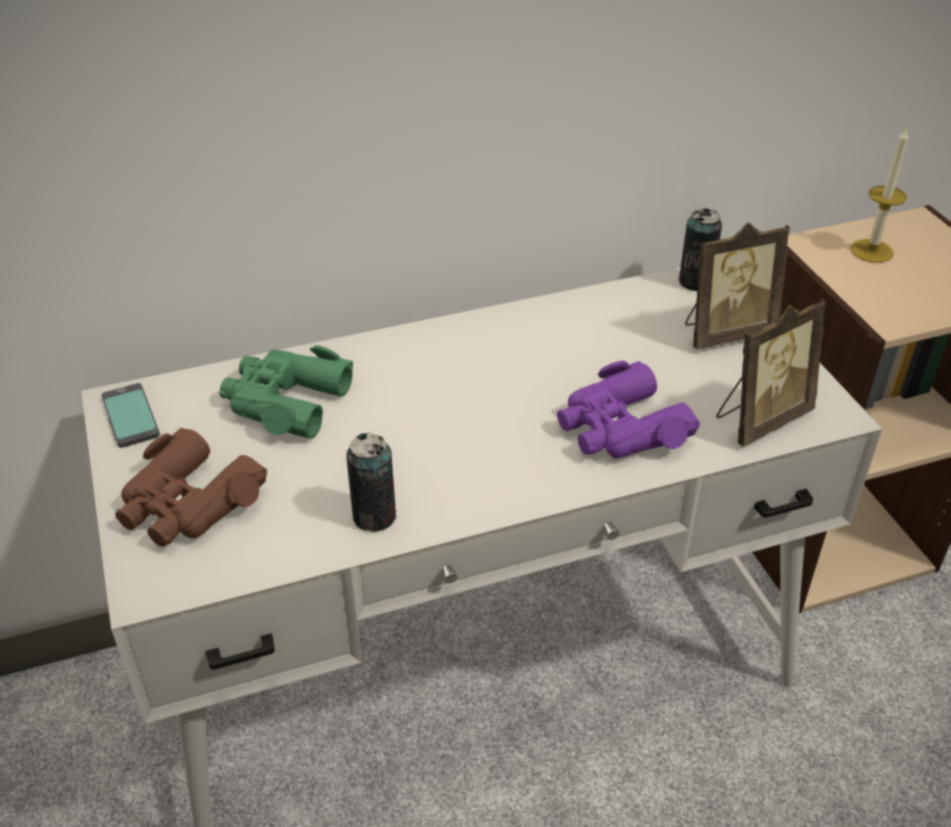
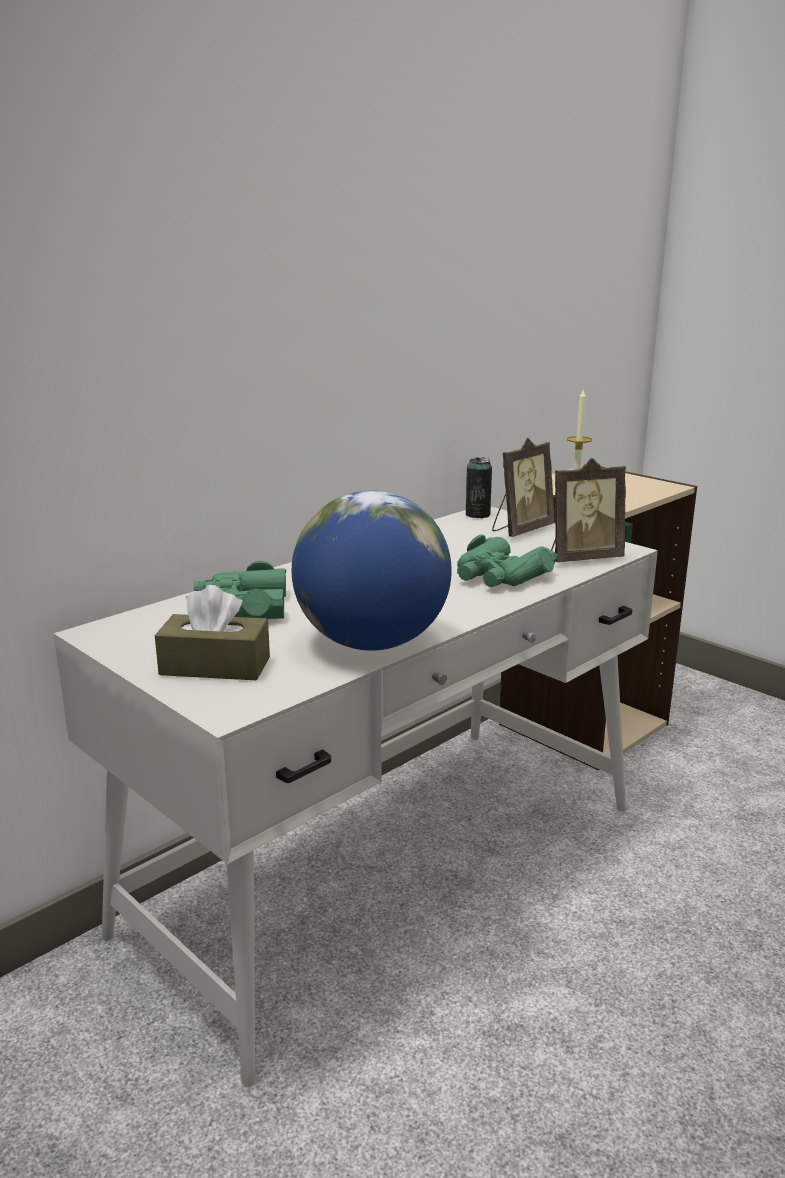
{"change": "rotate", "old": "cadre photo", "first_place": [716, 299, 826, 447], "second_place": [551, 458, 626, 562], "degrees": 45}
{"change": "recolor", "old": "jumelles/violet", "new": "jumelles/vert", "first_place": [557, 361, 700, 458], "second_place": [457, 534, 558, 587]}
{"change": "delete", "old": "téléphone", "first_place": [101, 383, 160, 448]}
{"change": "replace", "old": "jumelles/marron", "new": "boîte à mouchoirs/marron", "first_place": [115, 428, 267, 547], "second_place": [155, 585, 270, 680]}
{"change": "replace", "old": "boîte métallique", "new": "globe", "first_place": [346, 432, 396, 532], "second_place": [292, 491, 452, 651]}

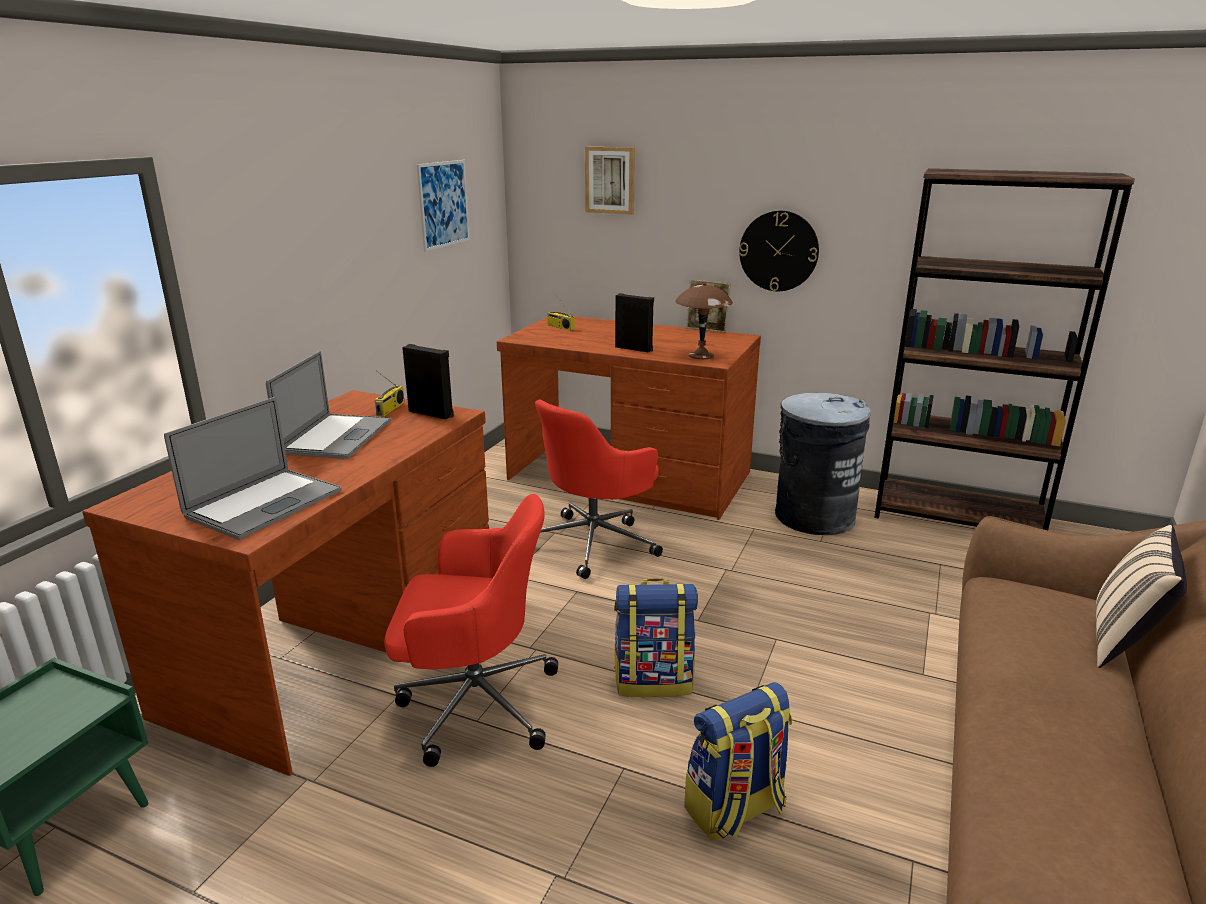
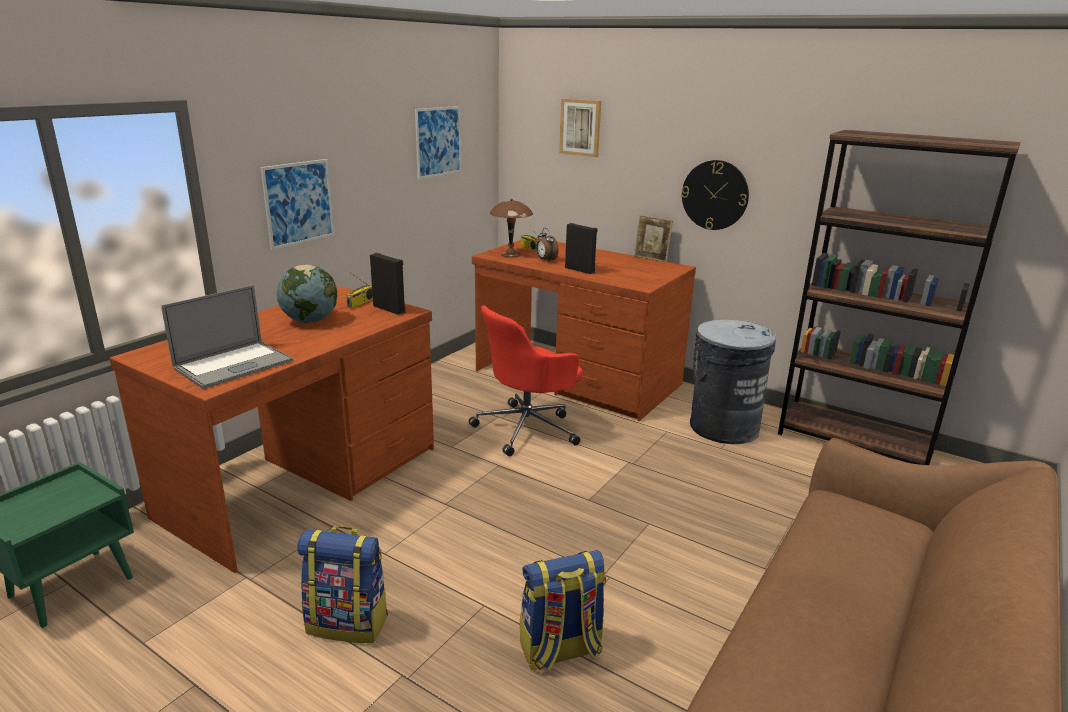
{"change": "move", "old": "lampe de table/marron", "first_place": [676, 283, 733, 359], "second_place": [489, 199, 533, 258]}
{"change": "replace", "old": "ordinateur portable", "new": "globe", "first_place": [266, 351, 391, 459], "second_place": [277, 264, 337, 323]}
{"change": "delete", "old": "chaise de bureau/rouge", "first_place": [384, 494, 558, 767]}
{"change": "delete", "old": "coussin/beige", "first_place": [1096, 525, 1187, 668]}
{"change": "move", "old": "sac à dos", "first_place": [614, 578, 698, 697], "second_place": [297, 526, 388, 643]}
{"change": "insert", "new": "tableau", "second_place": [261, 159, 334, 250]}
{"change": "insert", "new": "réveil", "second_place": [536, 228, 559, 262]}

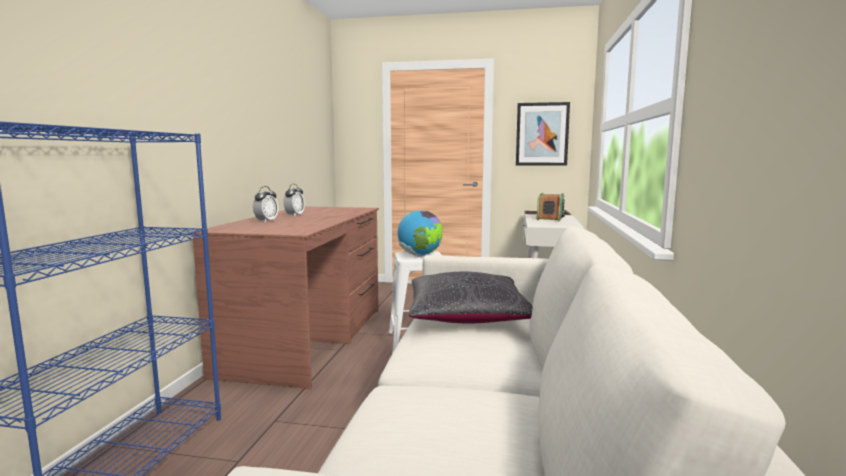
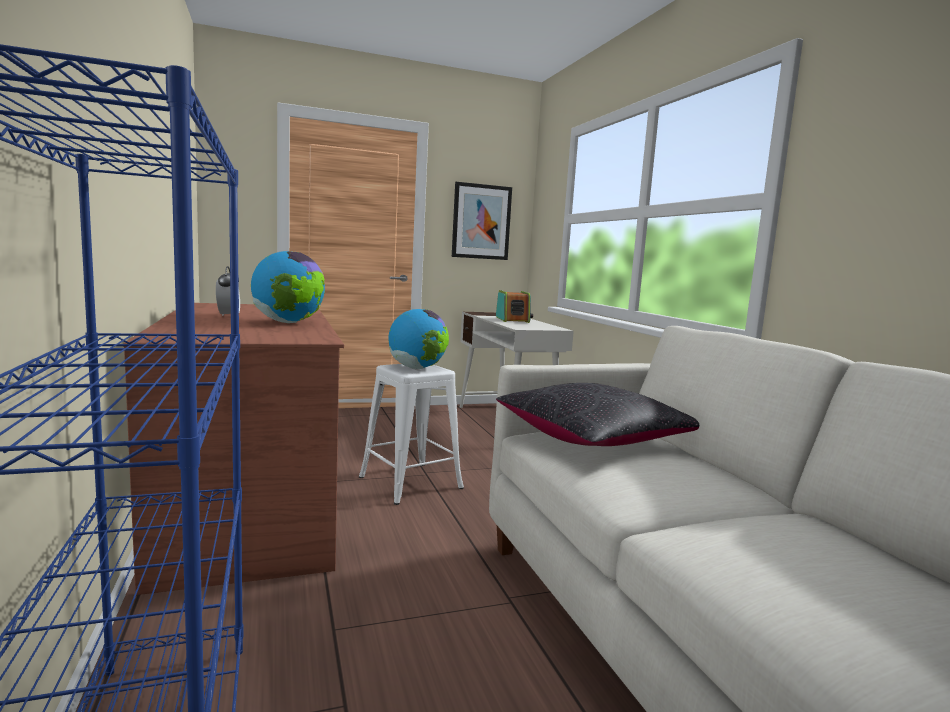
{"change": "delete", "old": "réveil", "first_place": [253, 186, 278, 223]}
{"change": "insert", "new": "globe", "second_place": [251, 251, 325, 323]}

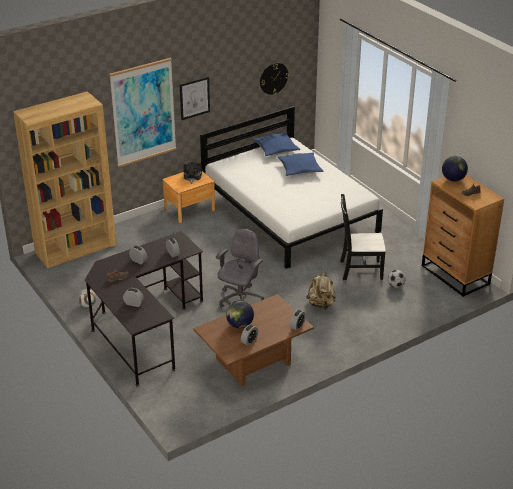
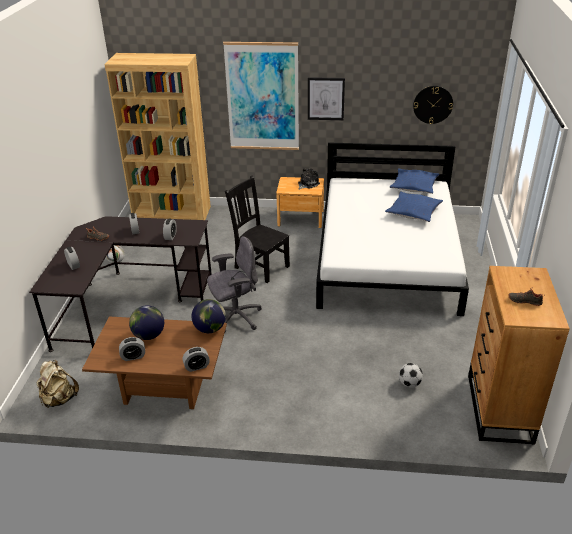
{"change": "move", "old": "globe", "first_place": [442, 156, 468, 181], "second_place": [192, 299, 226, 333]}
{"change": "move", "old": "chaise/noir", "first_place": [340, 193, 386, 280], "second_place": [225, 176, 290, 283]}
{"change": "move", "old": "sac à dos/beige", "first_place": [306, 272, 336, 310], "second_place": [37, 360, 79, 408]}

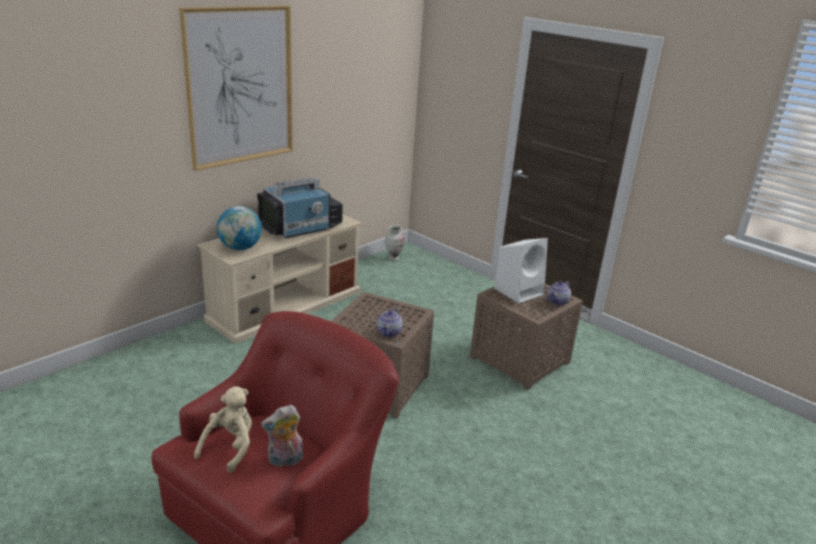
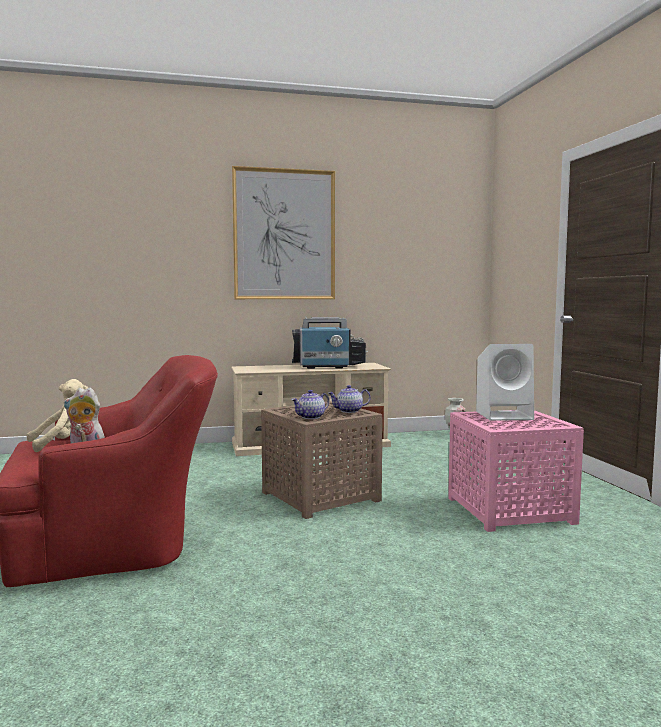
{"change": "delete", "old": "globe", "first_place": [217, 206, 262, 250]}
{"change": "move", "old": "théière", "first_place": [547, 281, 571, 306], "second_place": [328, 385, 371, 413]}
{"change": "recolor", "old": "table d'appoint/marron", "new": "table d'appoint/rose", "first_place": [470, 284, 583, 390], "second_place": [448, 410, 584, 532]}

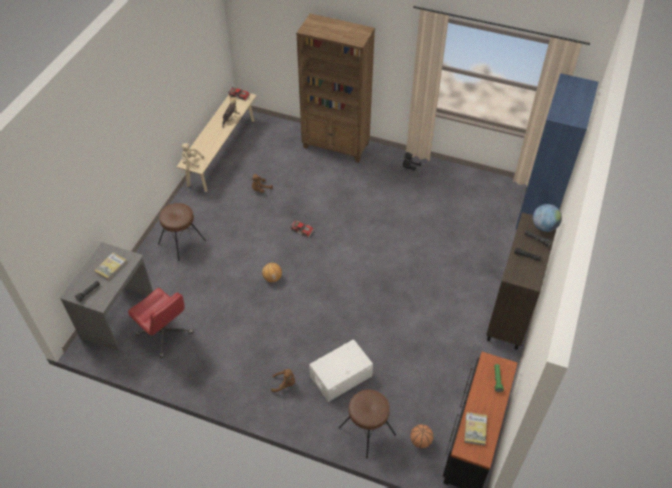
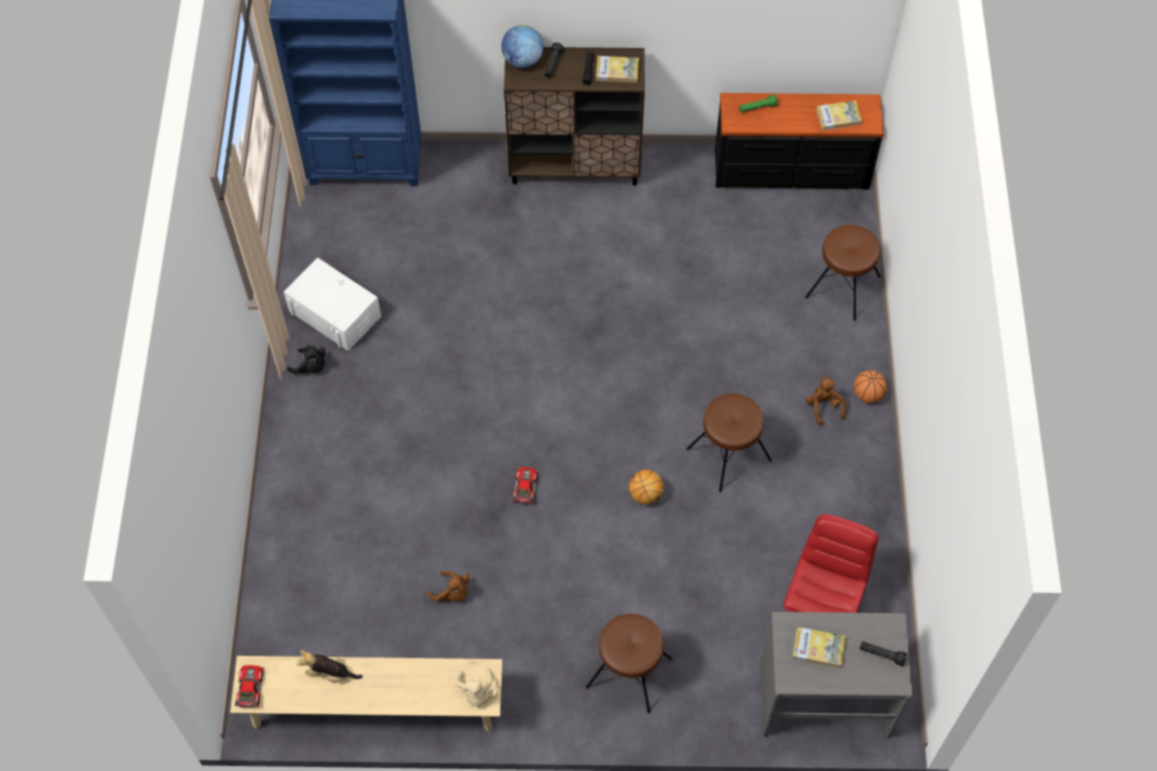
{"change": "delete", "old": "bibliothèque/marron", "first_place": [297, 14, 375, 163]}
{"change": "move", "old": "boîte de rangement/blanc", "first_place": [309, 339, 373, 402], "second_place": [284, 257, 381, 351]}
{"change": "move", "old": "ballon de basket", "first_place": [410, 425, 434, 448], "second_place": [854, 370, 887, 403]}
{"change": "insert", "new": "livre", "second_place": [596, 56, 639, 83]}
{"change": "insert", "new": "tabouret/marron", "second_place": [686, 393, 772, 492]}

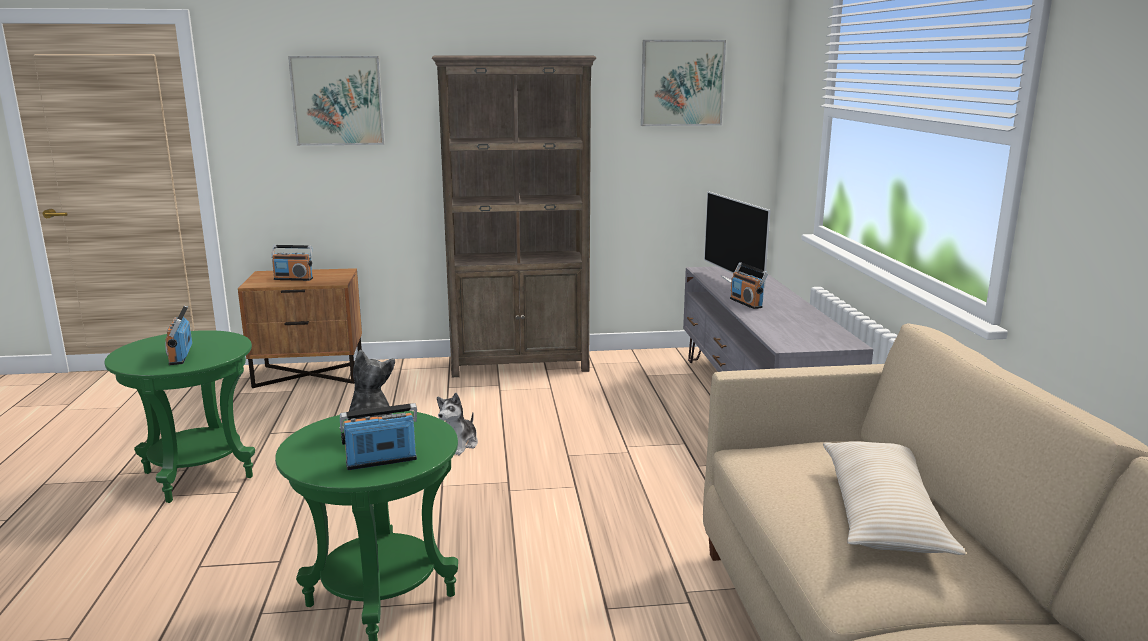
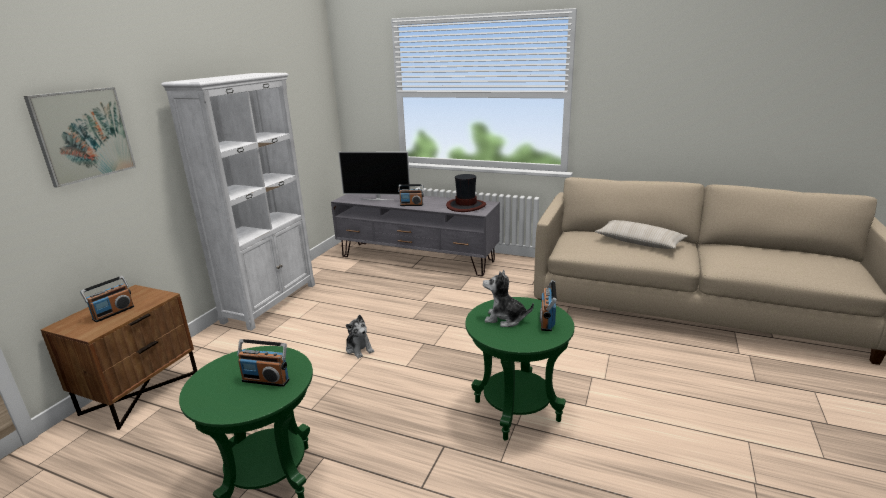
{"change": "delete", "old": "tableau", "first_place": [641, 40, 726, 126]}
{"change": "recolor", "old": "bibliothèque/marron", "new": "bibliothèque/blanc", "first_place": [432, 55, 596, 377], "second_place": [161, 73, 315, 331]}
{"change": "insert", "new": "chapeau", "second_place": [446, 174, 486, 212]}

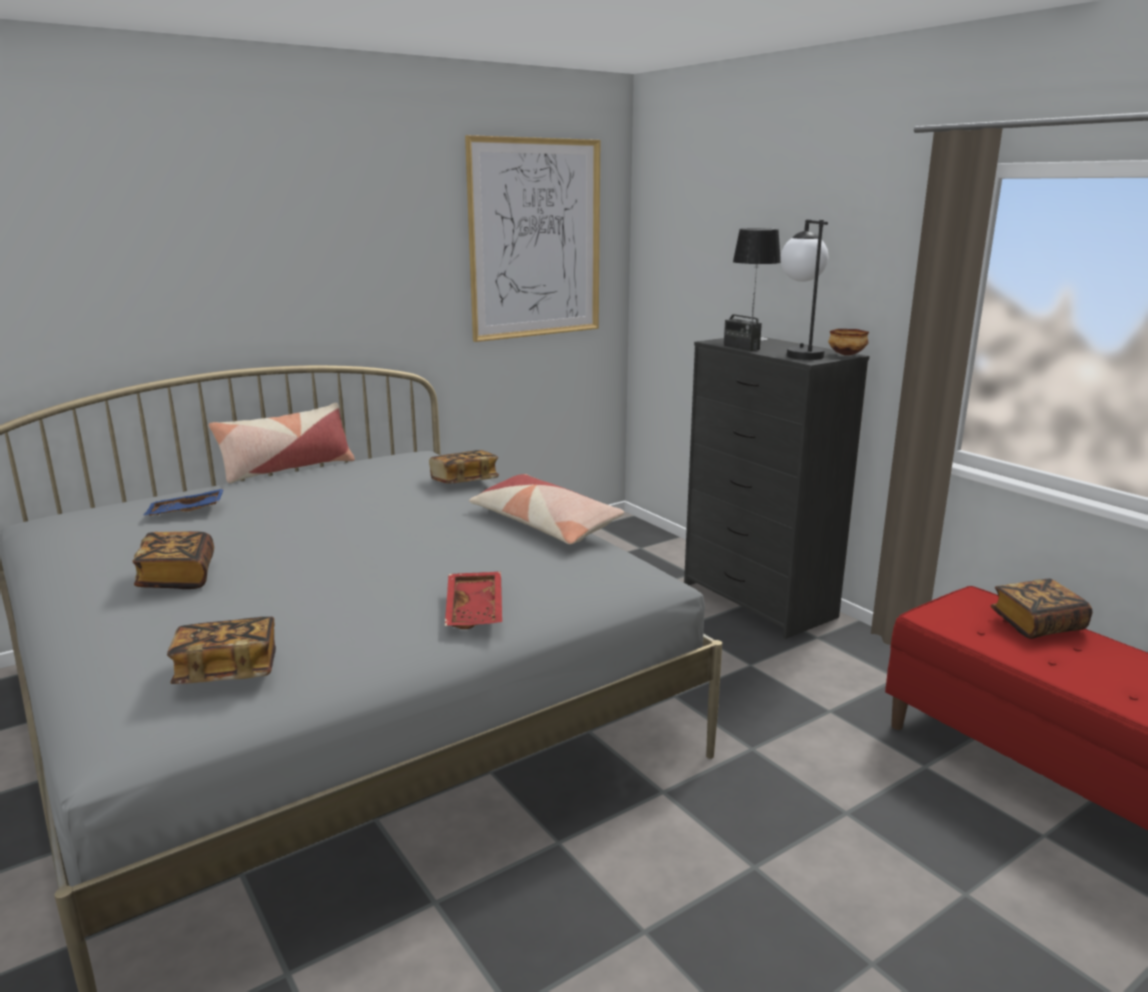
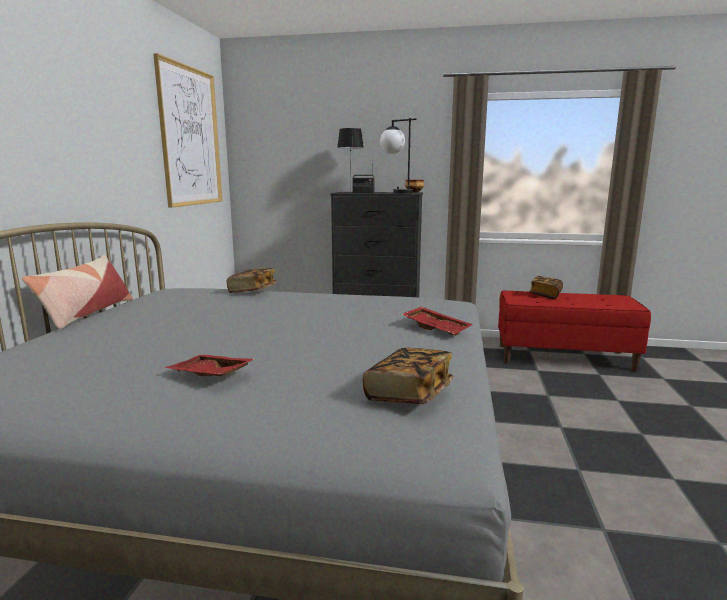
{"change": "delete", "old": "coussin", "first_place": [469, 474, 624, 544]}
{"change": "delete", "old": "plateau/bleu", "first_place": [144, 488, 224, 516]}
{"change": "replace", "old": "livre", "new": "plateau/rouge", "first_place": [132, 531, 214, 589], "second_place": [165, 355, 255, 376]}

